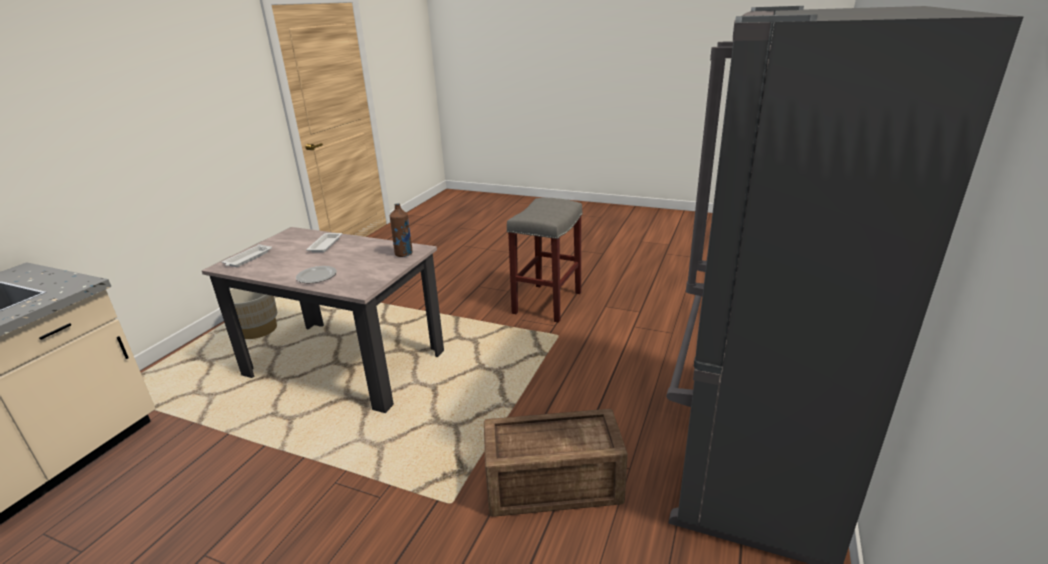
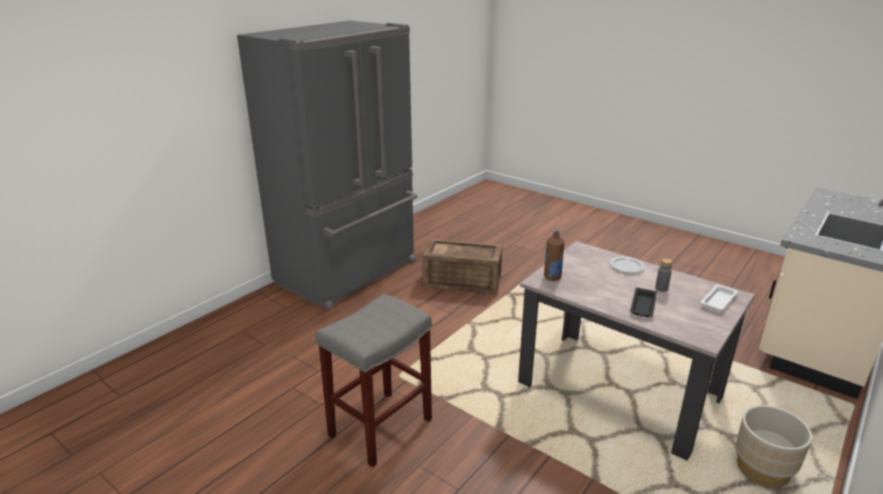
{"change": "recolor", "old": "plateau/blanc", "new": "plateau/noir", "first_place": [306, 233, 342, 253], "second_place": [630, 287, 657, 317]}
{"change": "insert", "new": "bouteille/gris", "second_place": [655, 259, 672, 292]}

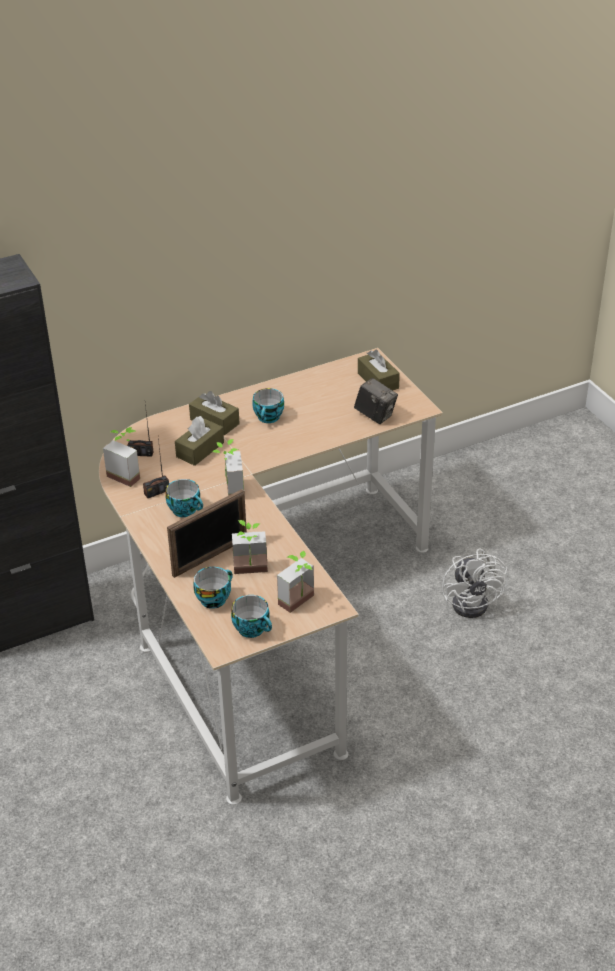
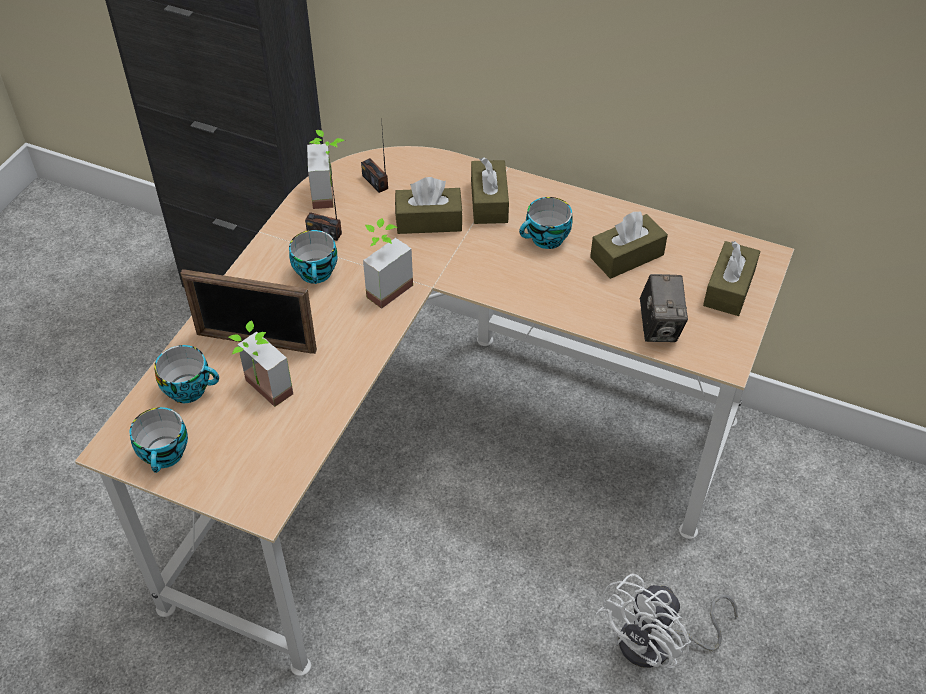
{"change": "delete", "old": "plante en pot", "first_place": [277, 551, 314, 613]}
{"change": "insert", "new": "boîte à mouchoirs/marron", "second_place": [590, 211, 668, 279]}

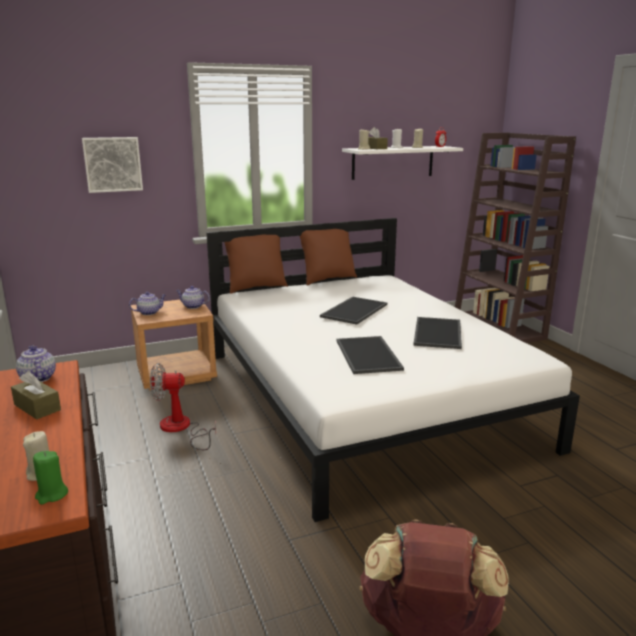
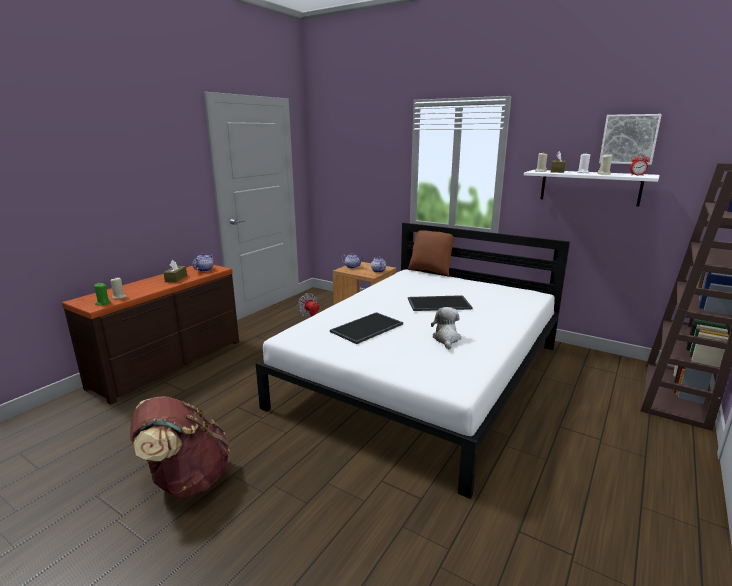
{"change": "move", "old": "tableau", "first_place": [82, 137, 143, 193], "second_place": [599, 114, 662, 165]}
{"change": "delete", "old": "coussin/marron", "first_place": [300, 229, 357, 285]}
{"change": "replace", "old": "plateau", "new": "peluche", "first_place": [413, 317, 462, 349], "second_place": [431, 307, 461, 349]}

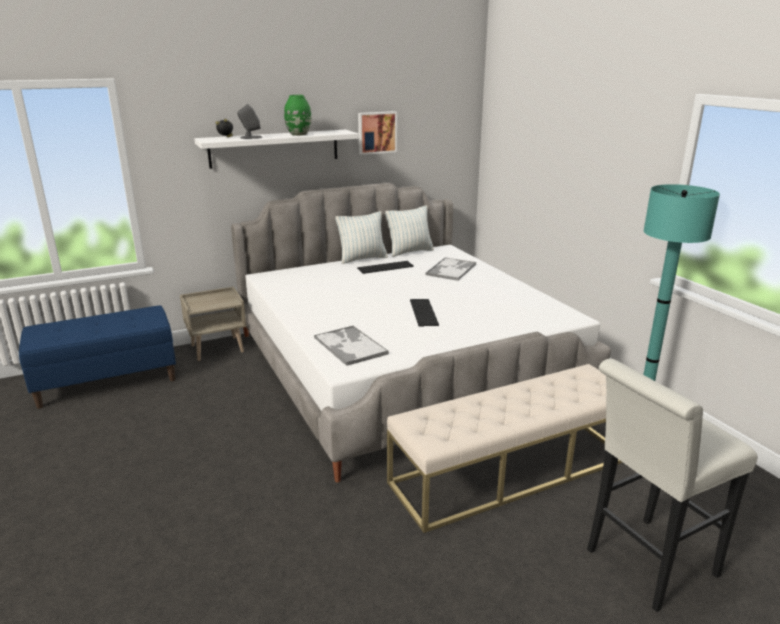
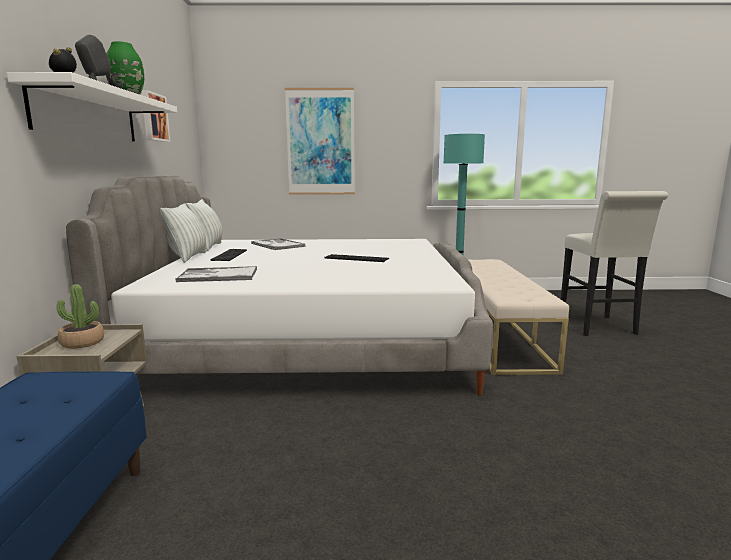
{"change": "move", "old": "plateau", "first_place": [314, 325, 389, 366], "second_place": [175, 266, 257, 282]}
{"change": "insert", "new": "tableau", "second_place": [285, 88, 355, 195]}
{"change": "insert", "new": "plante en pot", "second_place": [56, 284, 104, 349]}

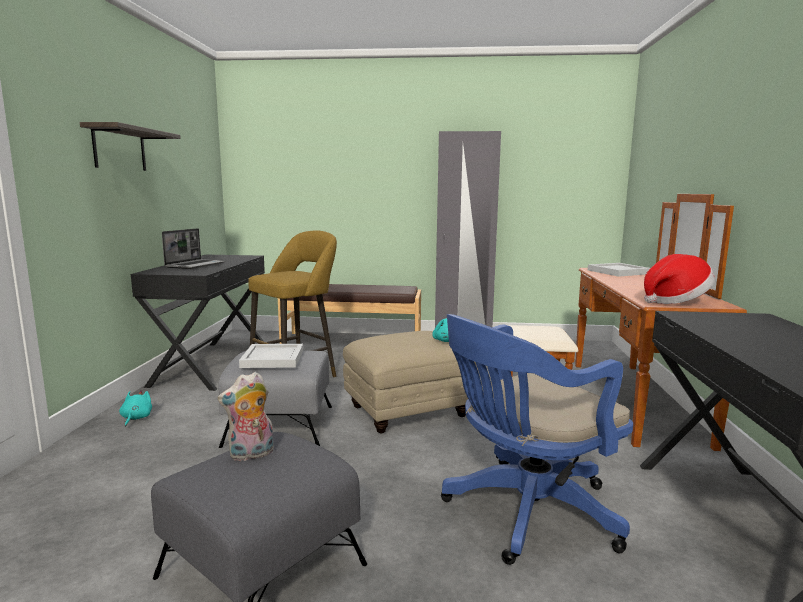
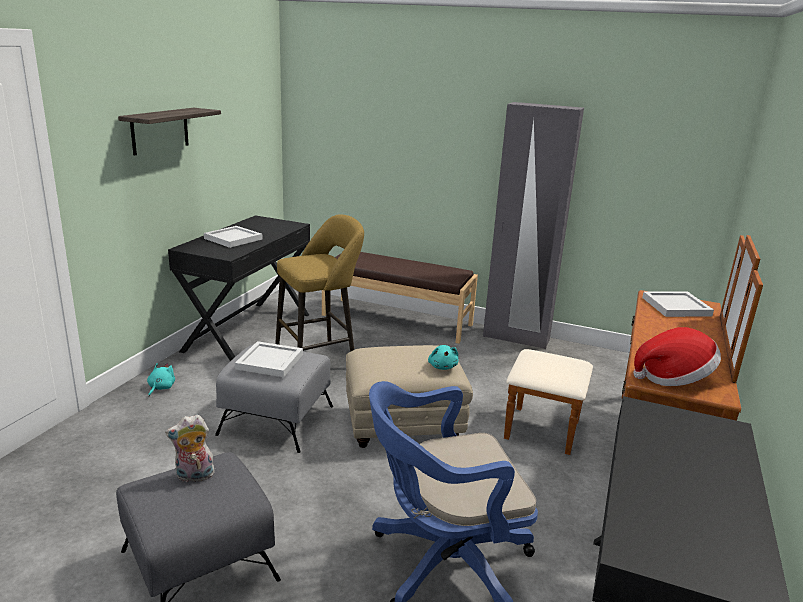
{"change": "replace", "old": "ordinateur portable", "new": "plateau/blanc", "first_place": [162, 228, 226, 269], "second_place": [204, 226, 263, 248]}

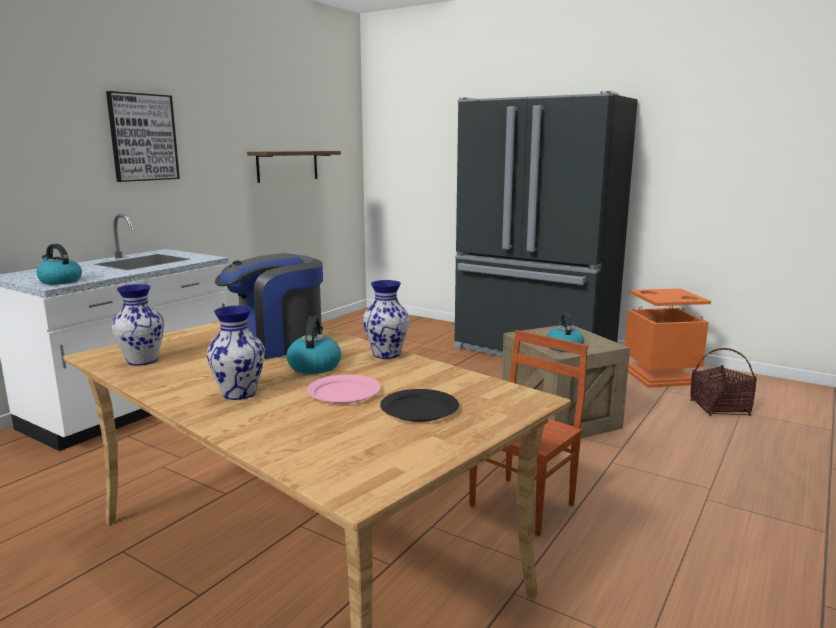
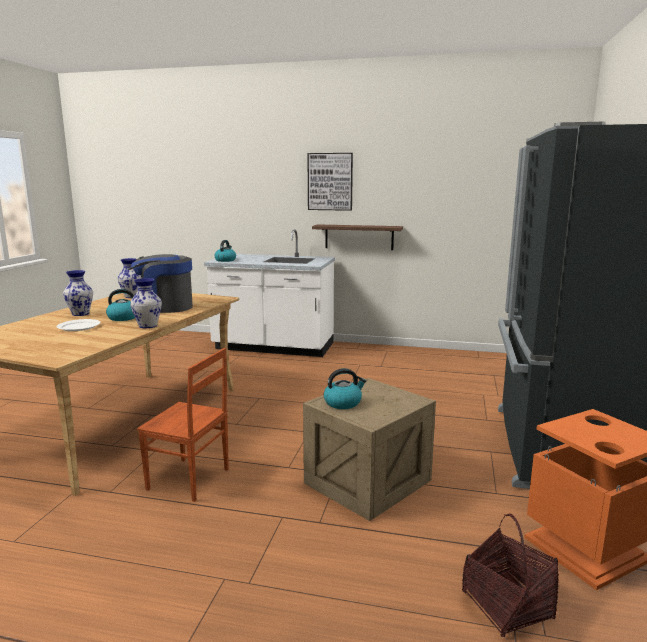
{"change": "move", "old": "étagère", "first_place": [247, 151, 341, 183], "second_place": [312, 224, 403, 250]}
{"change": "rotate", "old": "machine à café", "first_place": [215, 253, 323, 359], "second_place": [128, 254, 193, 313], "degrees": -45}
{"change": "recolor", "old": "assiette/rose", "new": "assiette/blanc", "first_place": [307, 374, 381, 404], "second_place": [57, 319, 100, 331]}
{"change": "delete", "old": "assiette/noir", "first_place": [380, 389, 459, 422]}

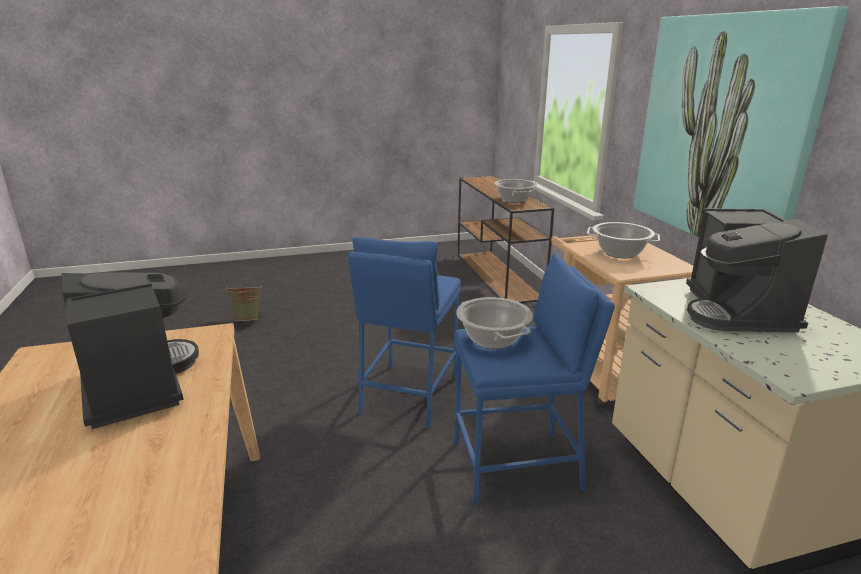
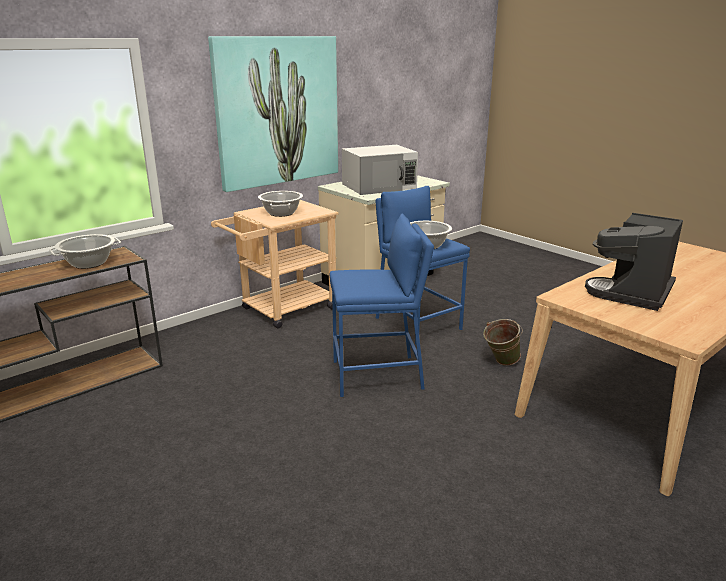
{"change": "replace", "old": "machine à café", "new": "micro-ondes/blanc", "first_place": [686, 208, 828, 333], "second_place": [342, 145, 418, 195]}
{"change": "move", "old": "seau/vert", "first_place": [225, 285, 262, 321], "second_place": [483, 319, 523, 366]}

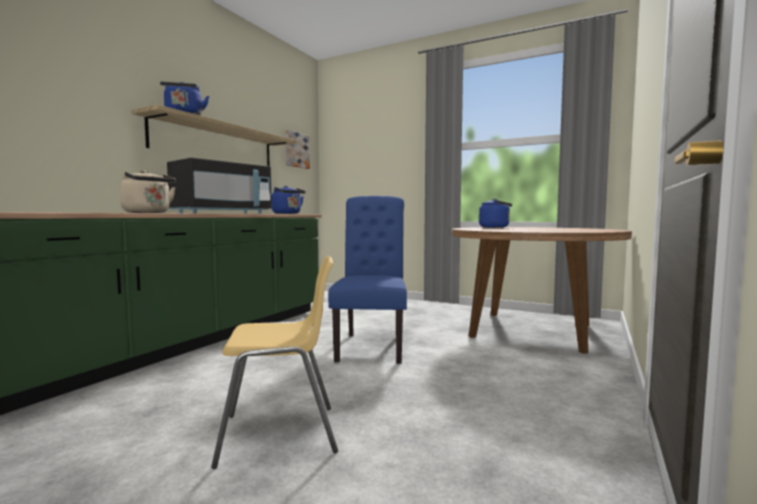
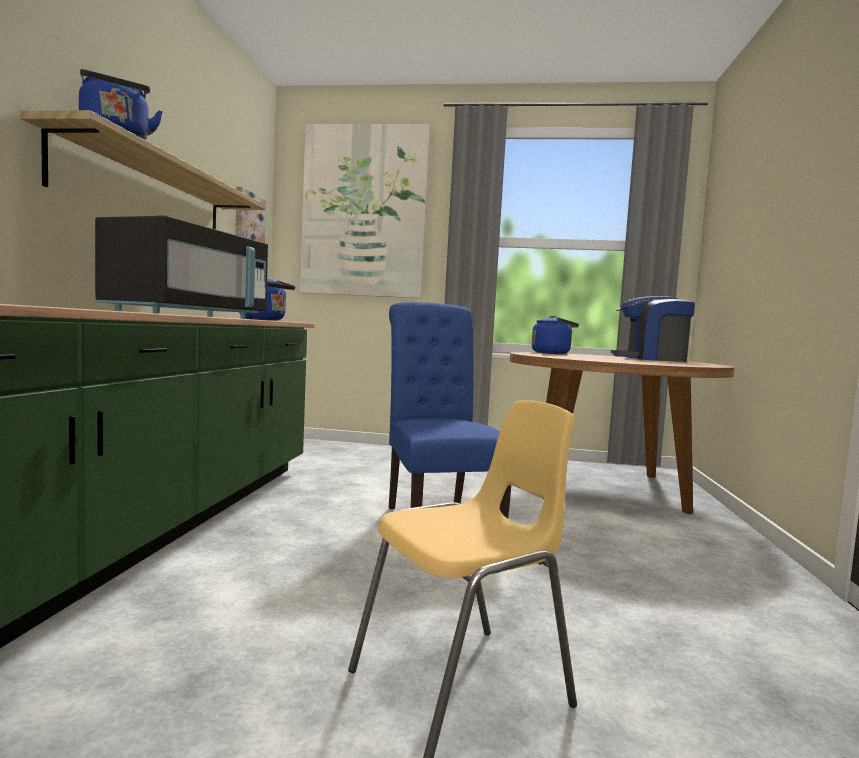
{"change": "delete", "old": "bouilloire/beige", "first_place": [119, 170, 176, 213]}
{"change": "insert", "new": "tableau", "second_place": [300, 124, 431, 298]}
{"change": "insert", "new": "machine à café", "second_place": [611, 296, 695, 362]}

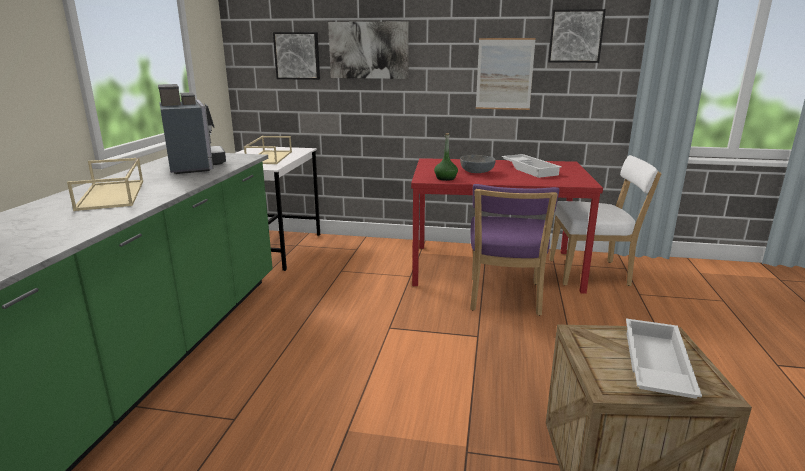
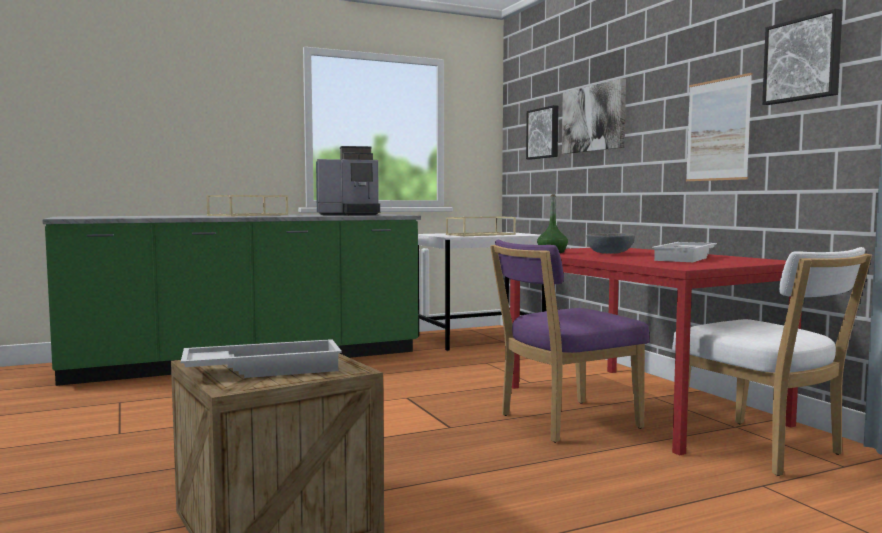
{"change": "rotate", "old": "machine à café", "first_place": [158, 84, 226, 174], "second_place": [316, 146, 380, 215], "degrees": 45}

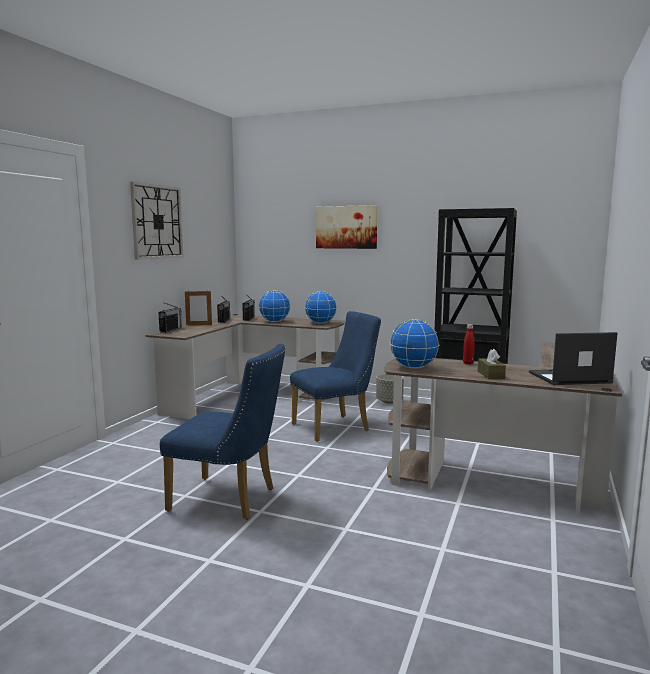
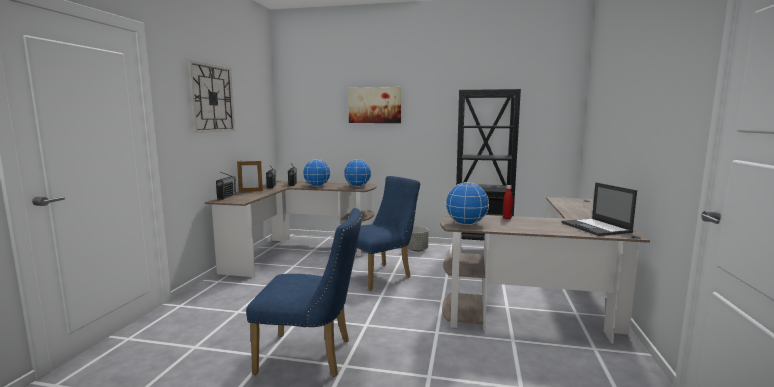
{"change": "rotate", "old": "ordinateur portable", "first_place": [529, 332, 617, 385], "second_place": [562, 182, 637, 236], "degrees": -90}
{"change": "delete", "old": "boîte à mouchoirs/marron", "first_place": [478, 349, 506, 379]}

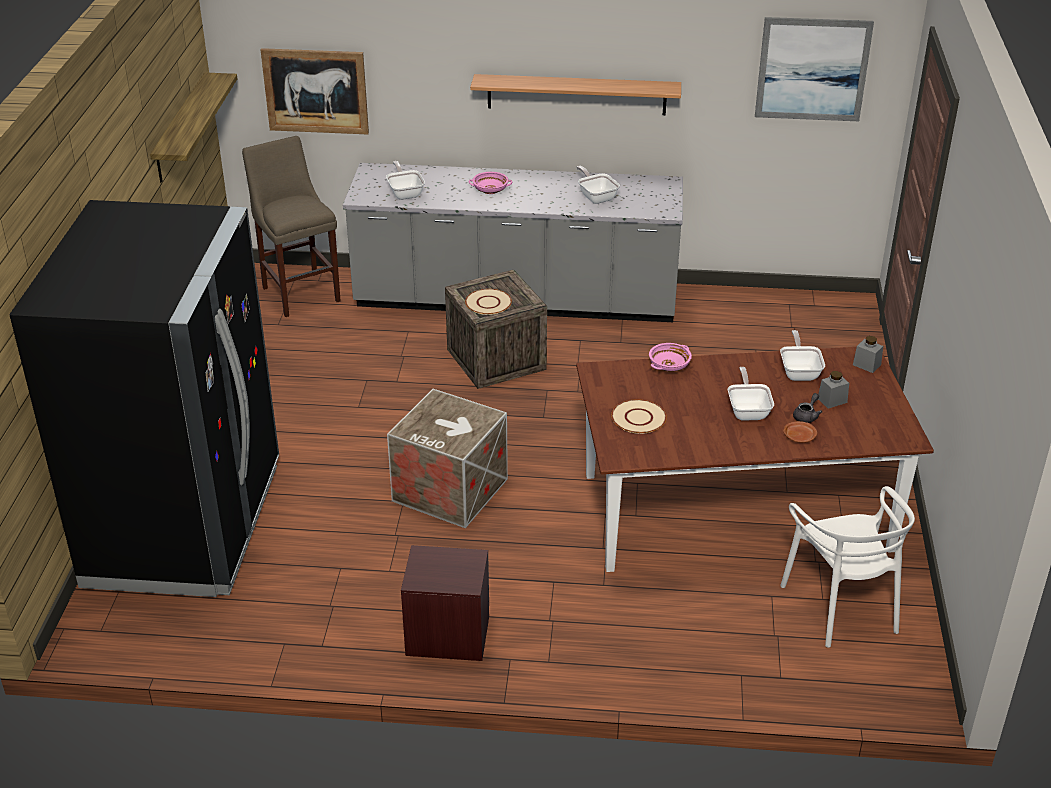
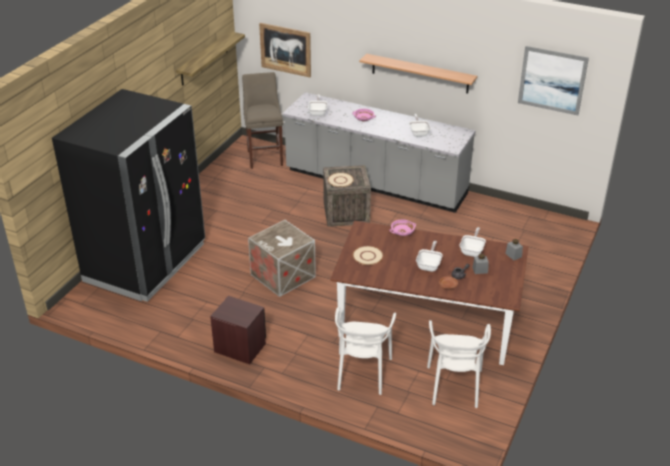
{"change": "insert", "new": "chaise/blanc", "second_place": [335, 307, 396, 395]}

